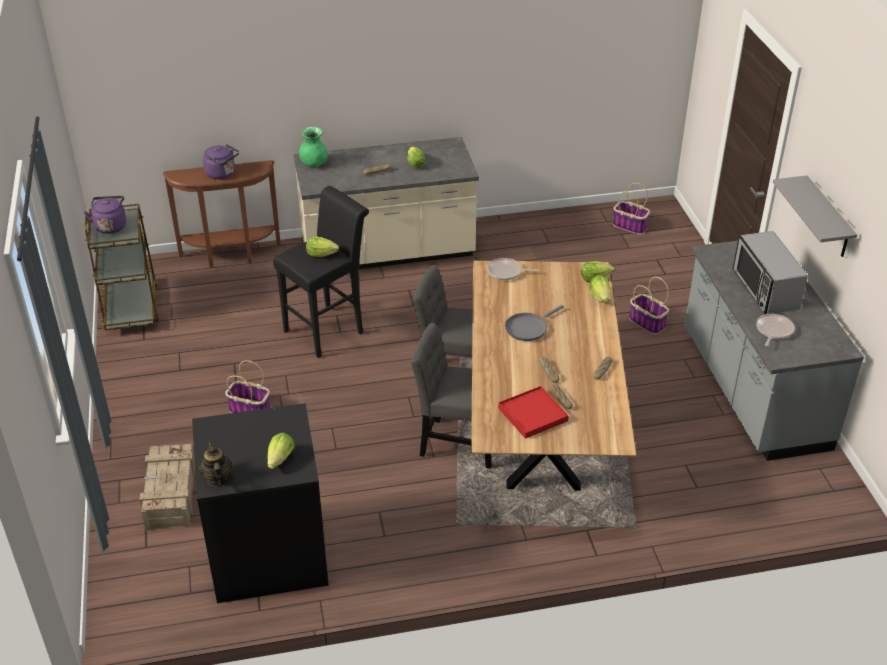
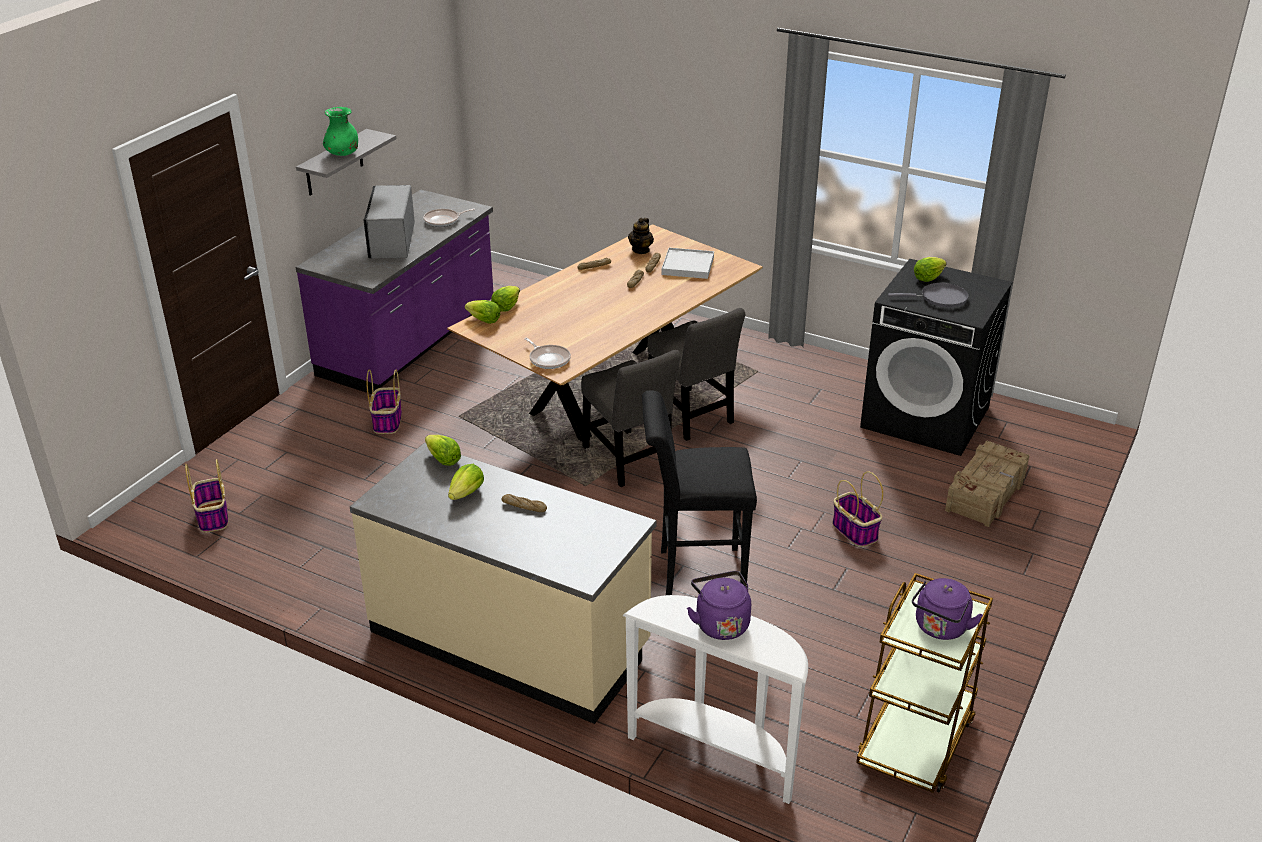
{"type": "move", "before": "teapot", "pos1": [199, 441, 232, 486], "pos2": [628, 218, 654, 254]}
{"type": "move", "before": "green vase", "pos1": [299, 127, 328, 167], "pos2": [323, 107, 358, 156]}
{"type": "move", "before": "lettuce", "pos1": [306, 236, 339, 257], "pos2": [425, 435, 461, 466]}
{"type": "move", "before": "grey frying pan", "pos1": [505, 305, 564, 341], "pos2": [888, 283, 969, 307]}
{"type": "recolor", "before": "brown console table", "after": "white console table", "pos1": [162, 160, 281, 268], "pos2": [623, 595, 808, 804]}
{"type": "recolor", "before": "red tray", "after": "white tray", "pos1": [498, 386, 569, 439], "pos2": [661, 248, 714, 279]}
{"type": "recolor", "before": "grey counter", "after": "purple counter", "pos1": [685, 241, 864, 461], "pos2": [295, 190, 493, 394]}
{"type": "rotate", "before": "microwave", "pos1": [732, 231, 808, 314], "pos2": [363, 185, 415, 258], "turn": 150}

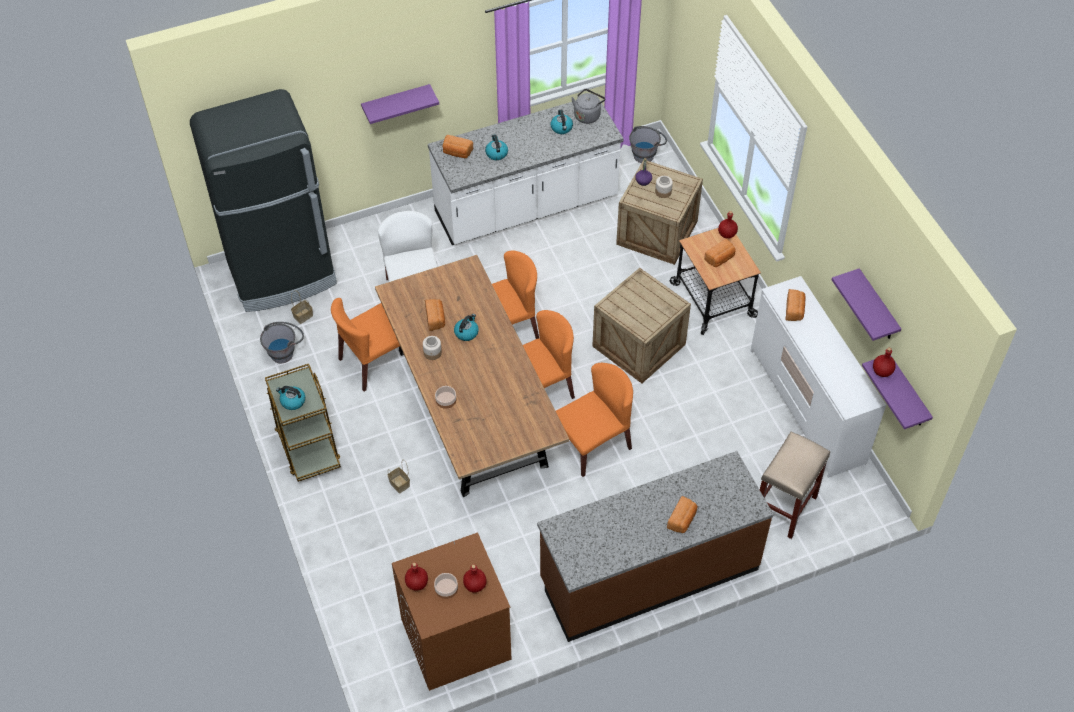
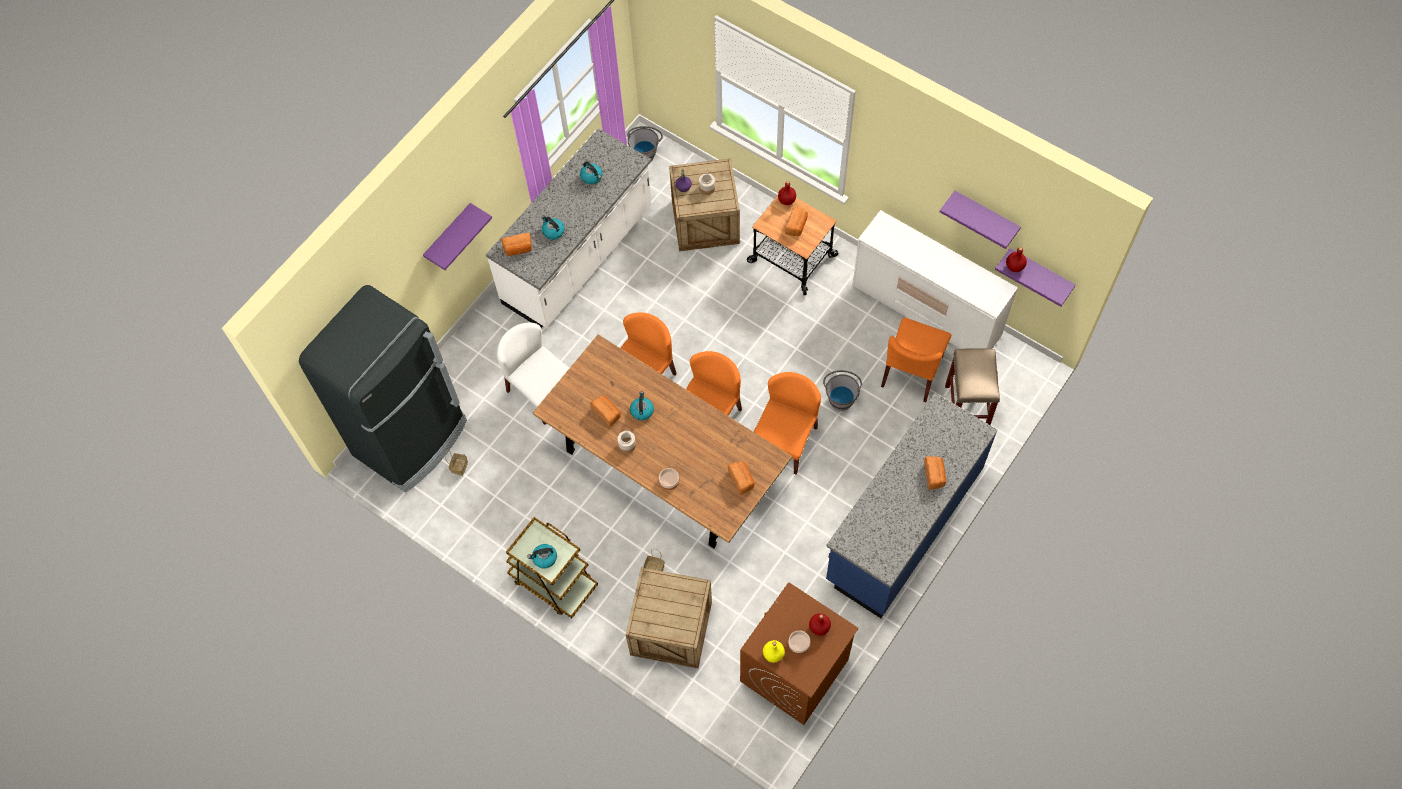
{"type": "delete", "before": "grey kettle", "pos1": [571, 89, 605, 124]}
{"type": "move", "before": "grey bucket", "pos1": [260, 322, 304, 363], "pos2": [823, 370, 862, 411]}
{"type": "move", "before": "orange chair", "pos1": [331, 298, 400, 391], "pos2": [881, 317, 951, 402]}
{"type": "move", "before": "crate", "pos1": [592, 268, 691, 383], "pos2": [626, 567, 712, 668]}
{"type": "move", "before": "bread", "pos1": [786, 289, 806, 321], "pos2": [728, 461, 754, 495]}
{"type": "recolor", "before": "red bottle", "after": "yellow bottle", "pos1": [405, 562, 428, 591], "pos2": [763, 640, 785, 663]}
{"type": "recolor", "before": "brown counter", "after": "blue counter", "pos1": [537, 451, 774, 642], "pos2": [826, 393, 997, 618]}

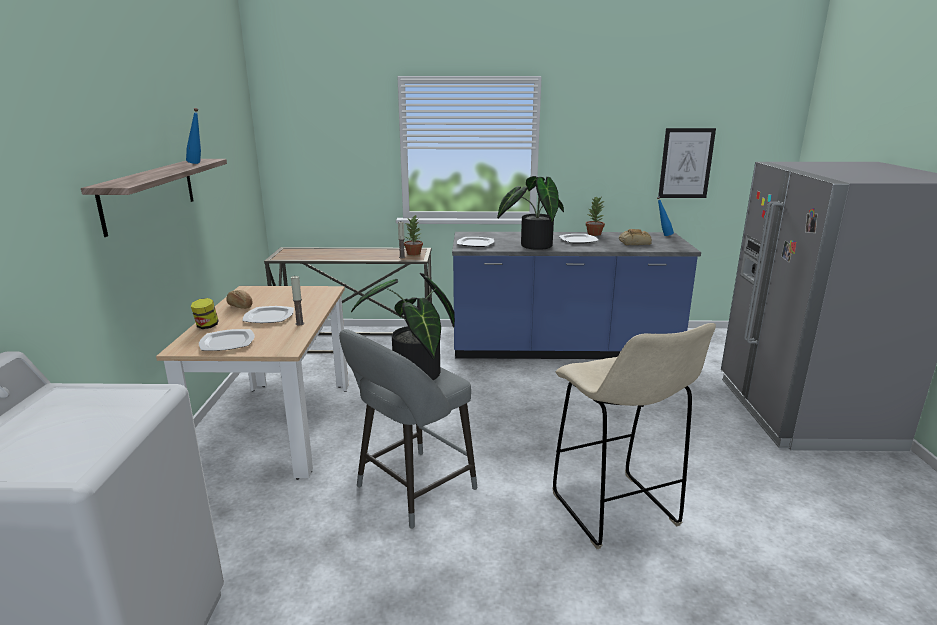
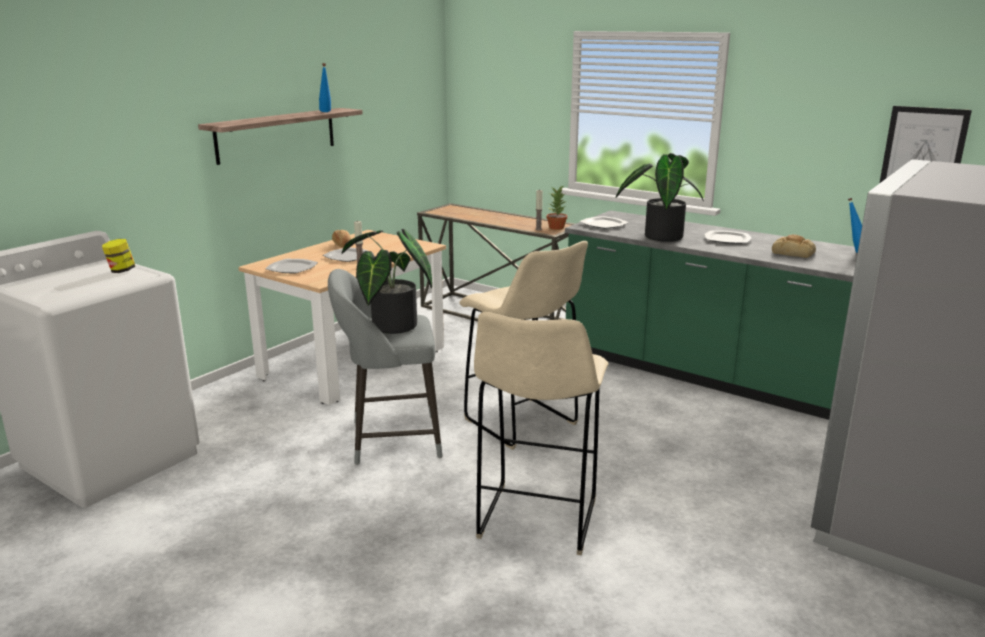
{"type": "delete", "before": "potted plant", "pos1": [586, 197, 605, 236]}
{"type": "insert", "after": "beige stool", "pos2": [459, 241, 588, 450]}
{"type": "move", "before": "jar", "pos1": [191, 298, 219, 329], "pos2": [102, 239, 135, 273]}
{"type": "recolor", "before": "blue counter", "after": "green counter", "pos1": [452, 232, 701, 359], "pos2": [565, 210, 857, 420]}

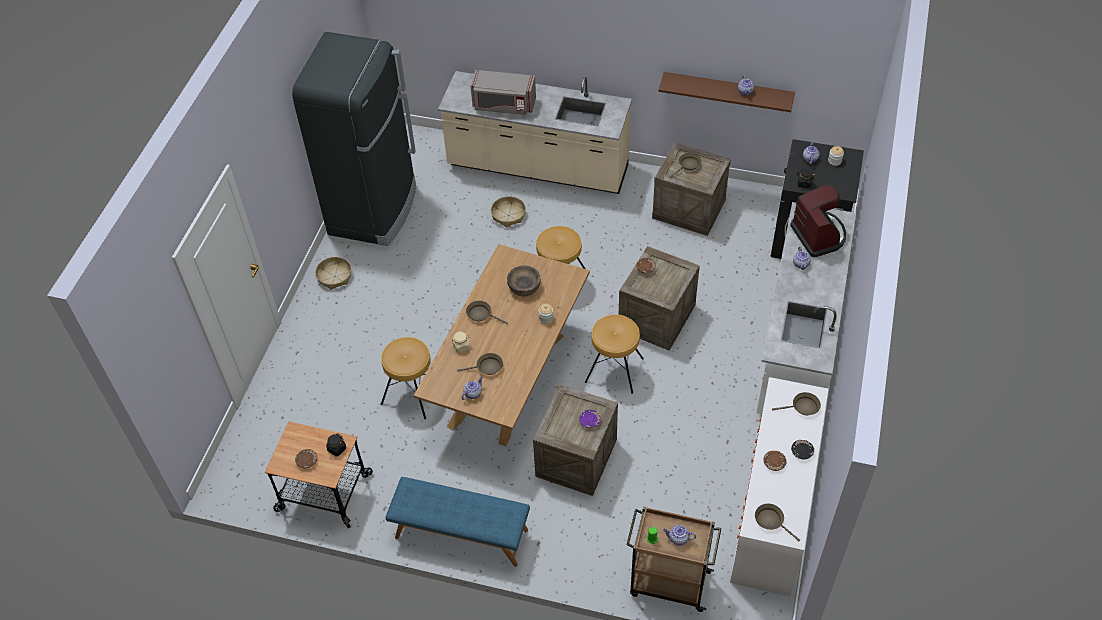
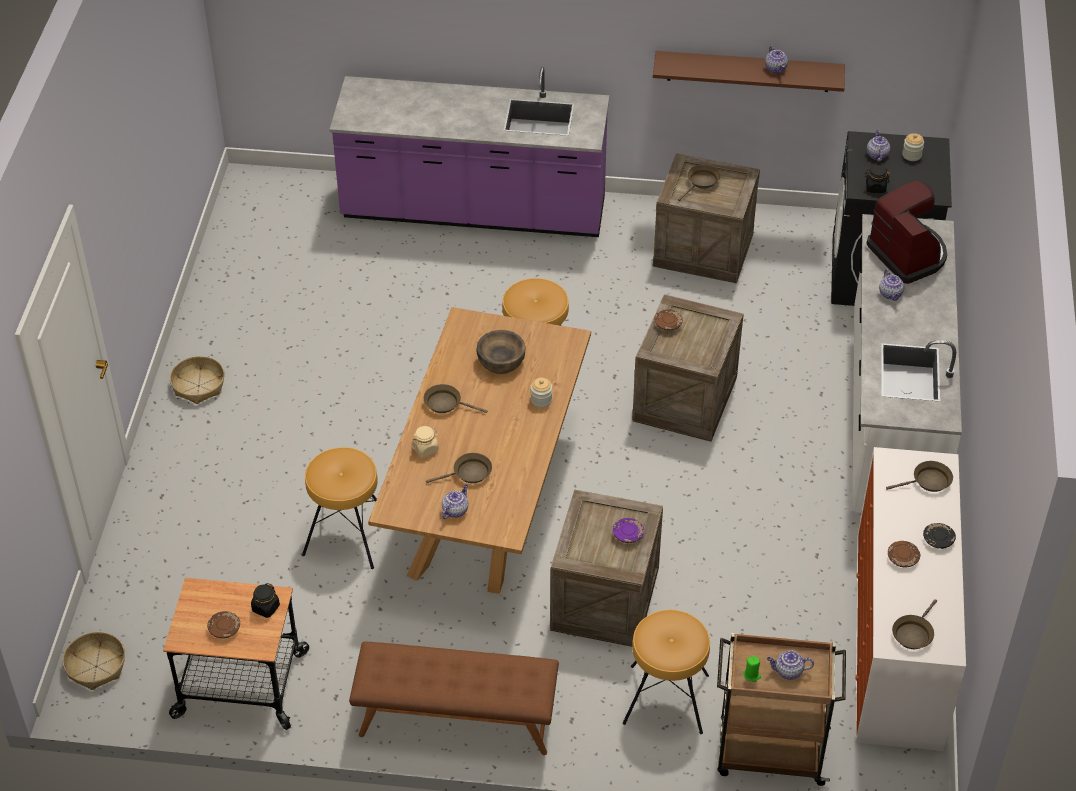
{"type": "delete", "before": "black fridge", "pos1": [292, 32, 416, 246]}
{"type": "delete", "before": "grey microwave", "pos1": [470, 70, 536, 115]}
{"type": "move", "before": "basket", "pos1": [491, 196, 526, 227], "pos2": [63, 632, 125, 690]}
{"type": "move", "before": "brown stool", "pos1": [585, 315, 644, 394], "pos2": [623, 610, 710, 734]}
{"type": "recolor", "before": "blue bench", "after": "brown bench", "pos1": [385, 477, 530, 567], "pos2": [349, 641, 559, 755]}
{"type": "recolor", "before": "beige counter", "after": "purple counter", "pos1": [438, 71, 632, 194], "pos2": [330, 67, 609, 237]}
{"type": "rotate", "before": "brown frying pan", "pos1": [755, 504, 800, 541], "pos2": [892, 599, 937, 649], "turn": -90}

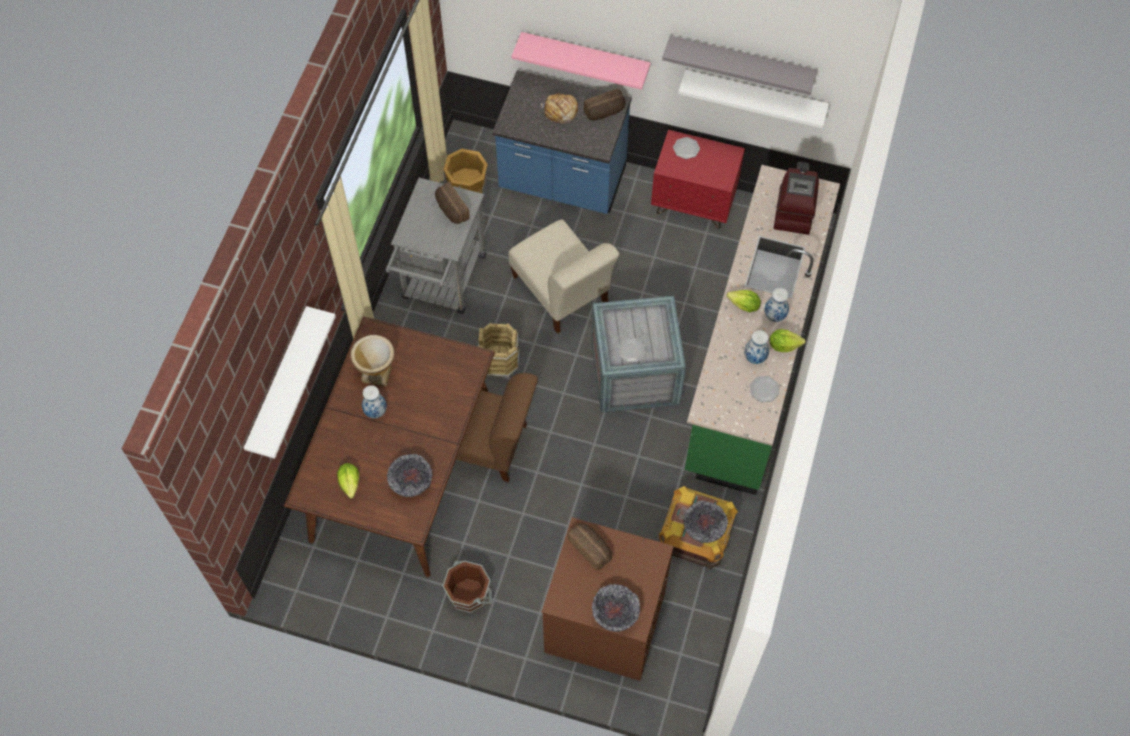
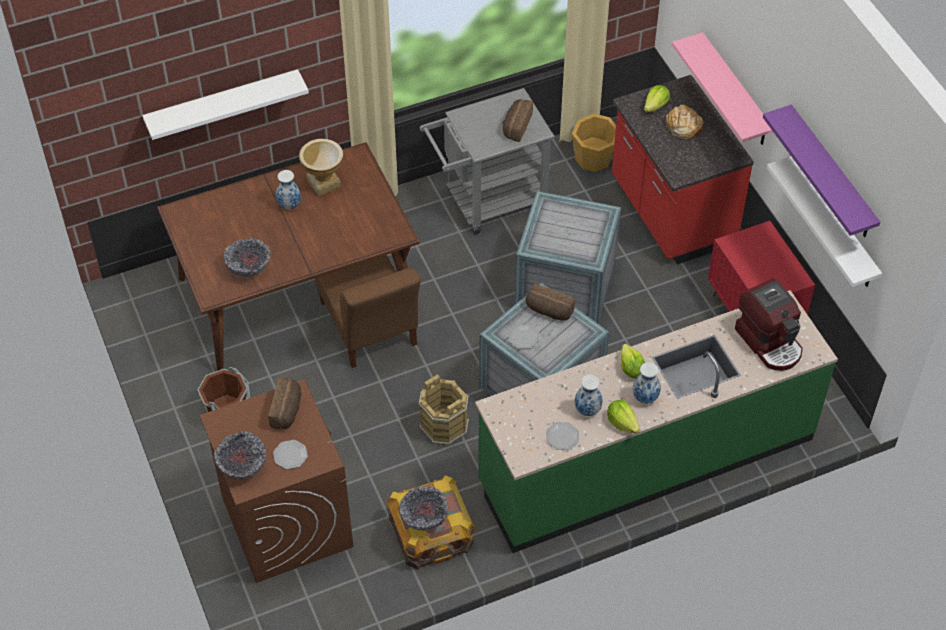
{"type": "move", "before": "lettuce", "pos1": [337, 463, 359, 499], "pos2": [644, 85, 670, 112]}
{"type": "move", "before": "brown bucket", "pos1": [478, 323, 519, 377], "pos2": [419, 374, 469, 446]}
{"type": "move", "before": "bread", "pos1": [584, 88, 626, 120], "pos2": [526, 284, 575, 321]}
{"type": "move", "before": "plate", "pos1": [673, 137, 700, 159], "pos2": [273, 440, 308, 469]}
{"type": "replace", "before": "beige chair", "after": "crate", "pos1": [508, 219, 619, 334], "pos2": [515, 191, 621, 324]}
{"type": "recolor", "before": "blue counter", "after": "red counter", "pos1": [492, 70, 632, 214], "pos2": [612, 75, 754, 264]}
{"type": "recolor", "before": "grey shelf", "after": "purple shelf", "pos1": [662, 35, 817, 95], "pos2": [763, 105, 880, 237]}
{"type": "rotate", "before": "coffee machine", "pos1": [774, 162, 819, 235], "pos2": [735, 278, 803, 371], "turn": 90}

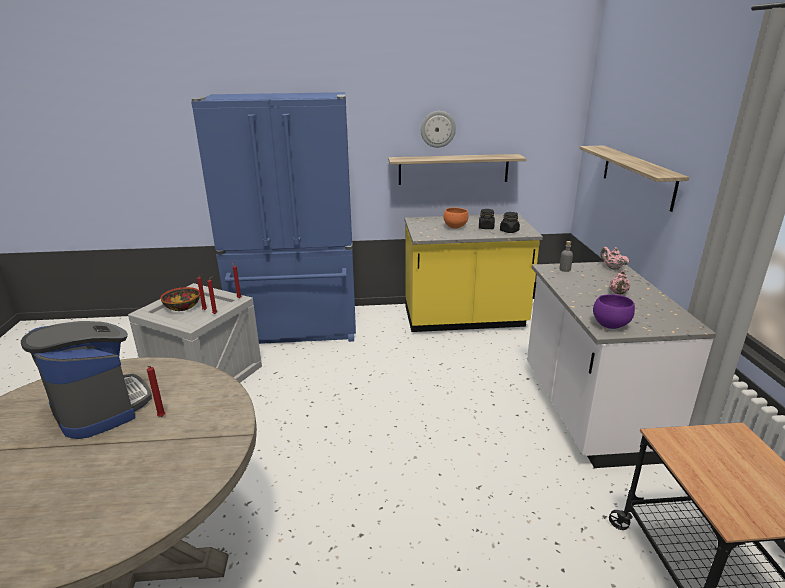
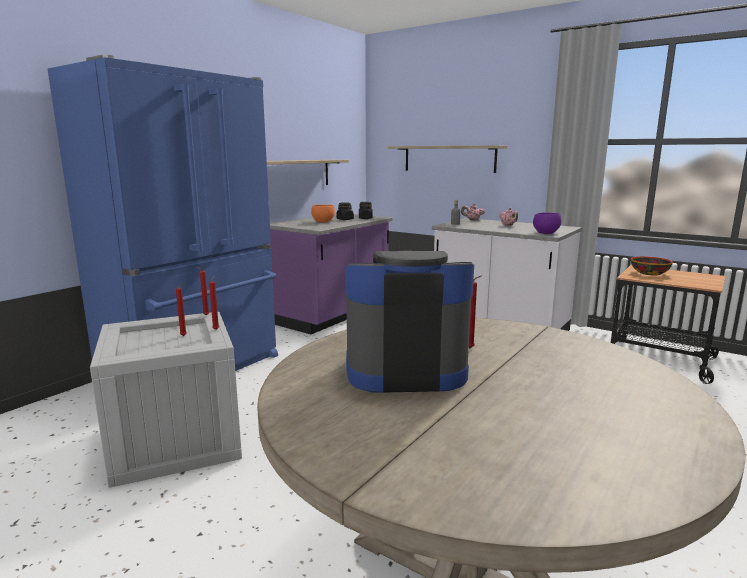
{"type": "delete", "before": "wall clock", "pos1": [421, 111, 456, 148]}
{"type": "move", "before": "bowl", "pos1": [160, 287, 200, 311], "pos2": [631, 256, 673, 275]}
{"type": "recolor", "before": "yellow counter", "after": "purple counter", "pos1": [404, 214, 543, 332], "pos2": [270, 214, 393, 334]}

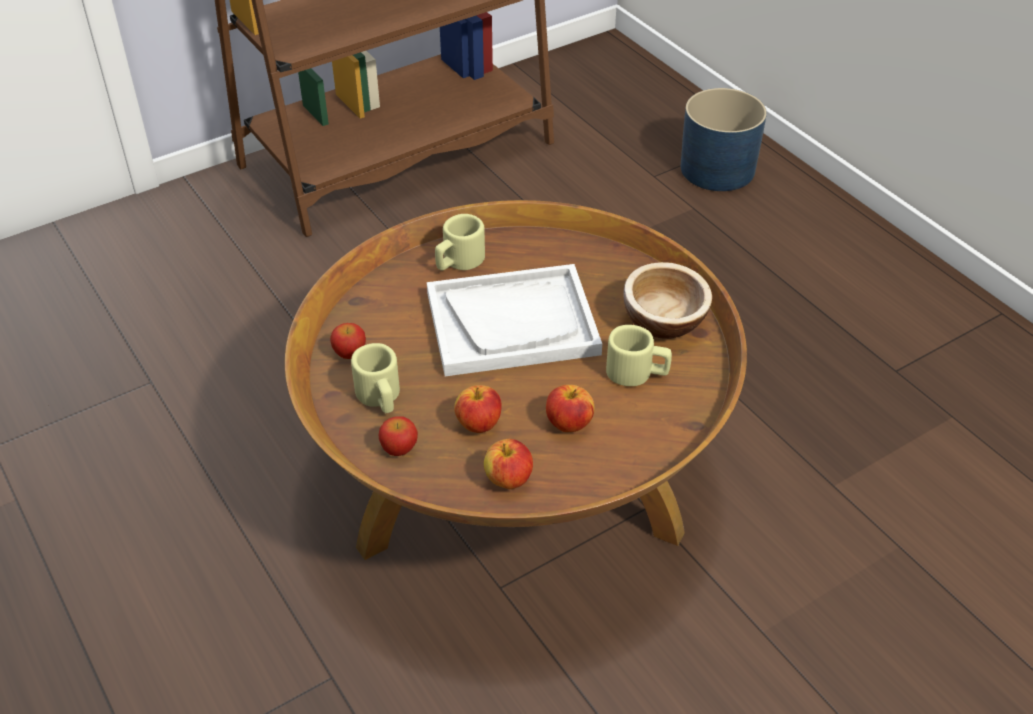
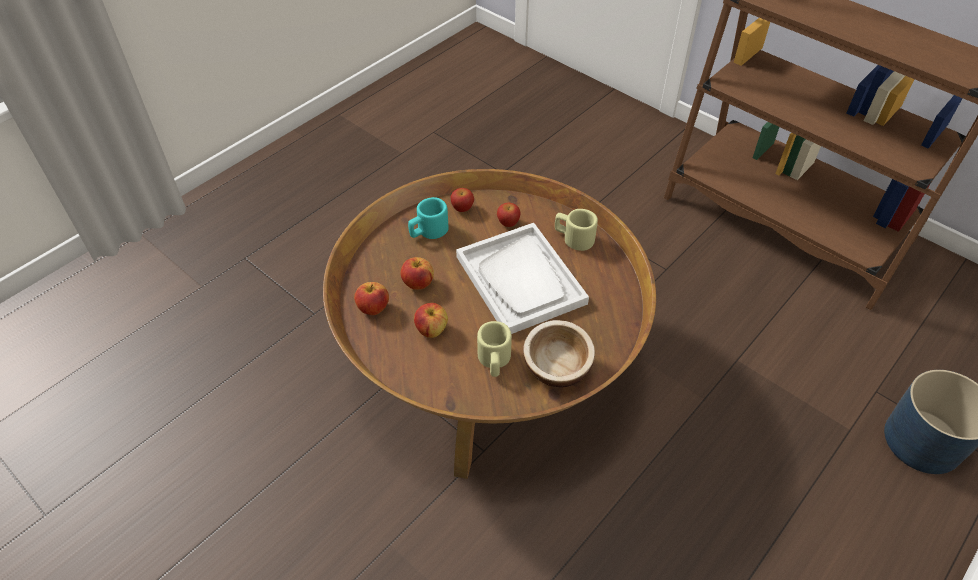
{"type": "move", "before": "apple", "pos1": [379, 416, 418, 456], "pos2": [497, 203, 521, 227]}
{"type": "recolor", "before": "beige mug", "after": "turquoise mug", "pos1": [351, 343, 400, 413], "pos2": [408, 197, 449, 239]}

